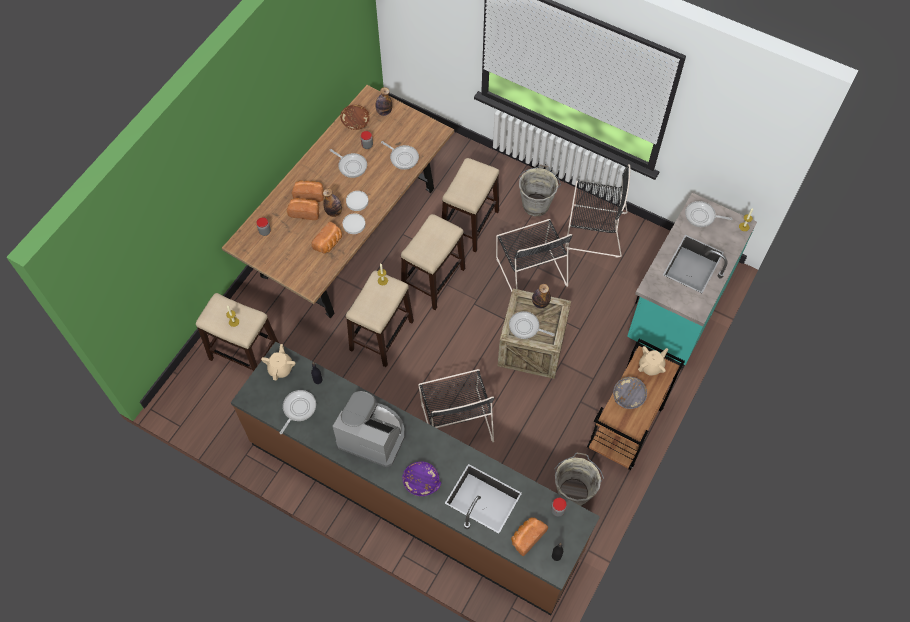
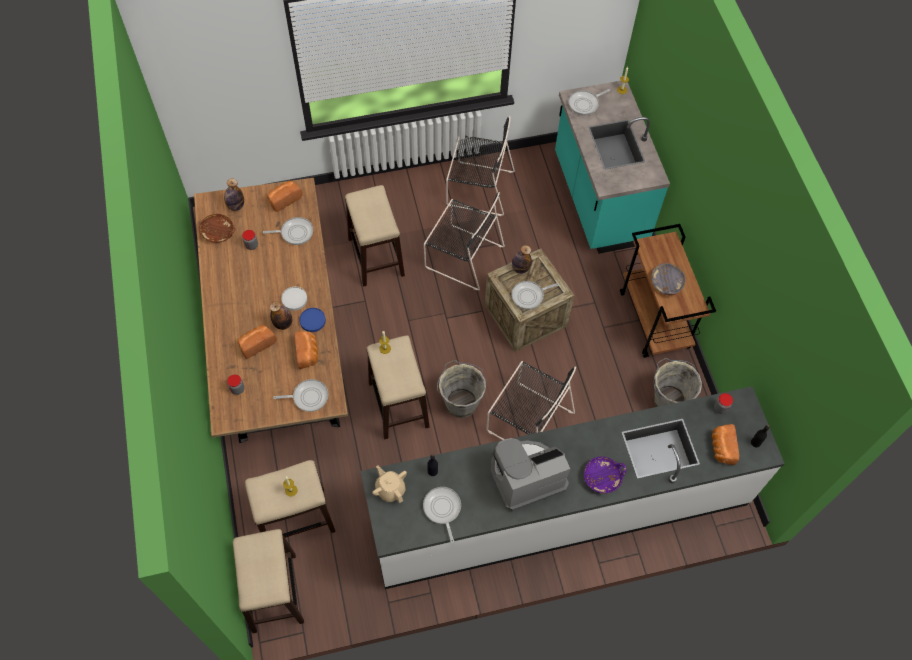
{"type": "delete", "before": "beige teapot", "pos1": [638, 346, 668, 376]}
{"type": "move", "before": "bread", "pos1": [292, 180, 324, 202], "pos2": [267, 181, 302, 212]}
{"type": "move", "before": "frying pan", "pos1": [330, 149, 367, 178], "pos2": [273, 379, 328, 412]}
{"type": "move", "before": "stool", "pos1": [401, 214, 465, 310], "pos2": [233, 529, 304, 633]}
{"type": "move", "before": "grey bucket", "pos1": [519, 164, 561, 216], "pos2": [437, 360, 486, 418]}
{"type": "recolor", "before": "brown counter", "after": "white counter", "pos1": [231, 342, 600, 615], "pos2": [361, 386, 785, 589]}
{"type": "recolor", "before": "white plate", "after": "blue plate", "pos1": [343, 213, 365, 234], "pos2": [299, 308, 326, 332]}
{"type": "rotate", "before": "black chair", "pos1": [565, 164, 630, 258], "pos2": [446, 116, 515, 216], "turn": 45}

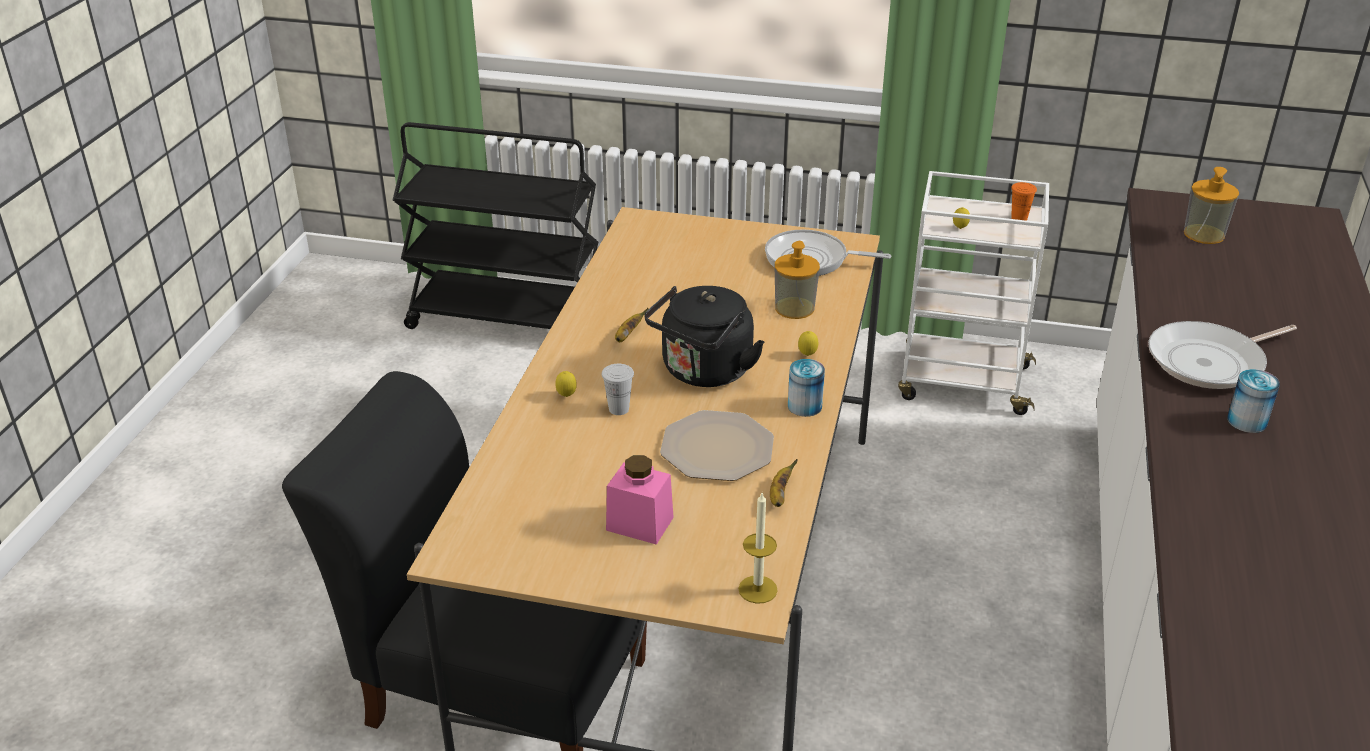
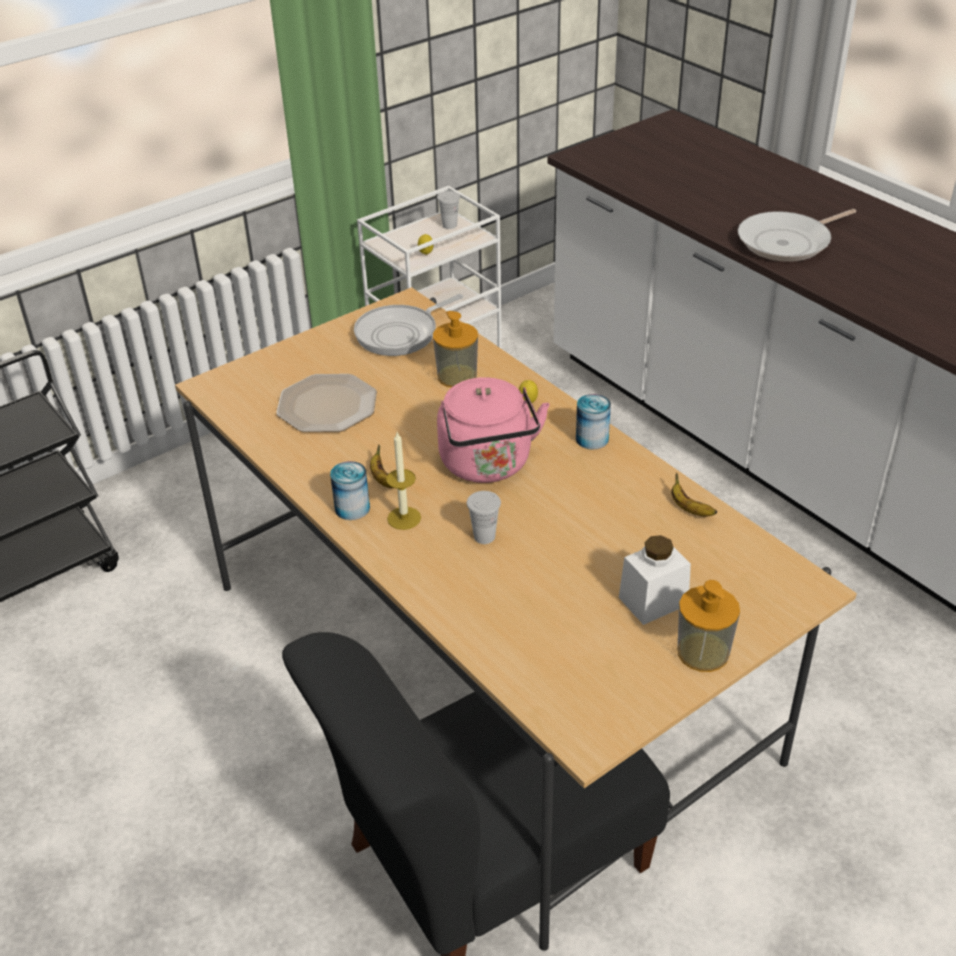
{"type": "delete", "before": "lemon", "pos1": [555, 371, 577, 397]}
{"type": "move", "before": "plate", "pos1": [660, 410, 774, 481], "pos2": [276, 374, 377, 432]}
{"type": "move", "before": "candle", "pos1": [738, 493, 778, 604], "pos2": [386, 432, 421, 530]}
{"type": "move", "before": "soap dispenser", "pos1": [1184, 167, 1239, 244], "pos2": [677, 580, 740, 672]}
{"type": "move", "before": "can", "pos1": [1227, 369, 1280, 433], "pos2": [330, 461, 370, 520]}
{"type": "recolor", "before": "pink jar", "after": "white jar", "pos1": [606, 455, 674, 545], "pos2": [619, 535, 691, 625]}
{"type": "recolor", "before": "black kettle", "after": "pink kettle", "pos1": [645, 286, 764, 387], "pos2": [437, 377, 550, 483]}
{"type": "recolor", "before": "orange cup", "after": "white cup", "pos1": [1011, 182, 1037, 221], "pos2": [437, 191, 460, 229]}
{"type": "rotate", "before": "frying pan", "pos1": [1148, 321, 1297, 389], "pos2": [738, 209, 856, 262], "turn": 45}

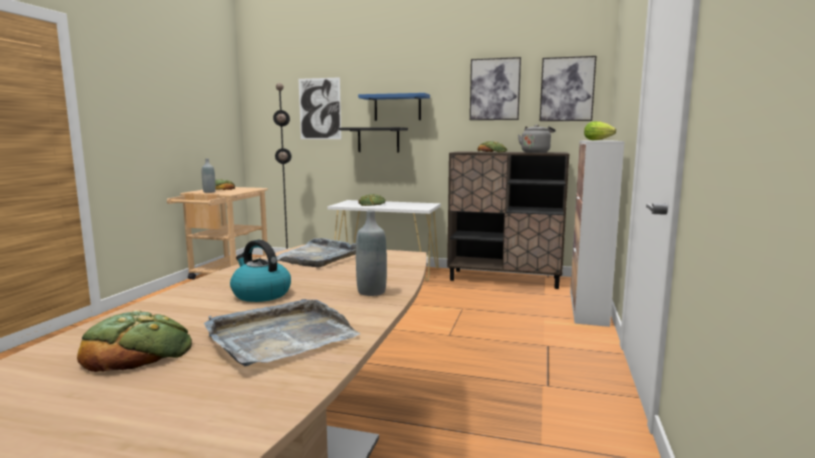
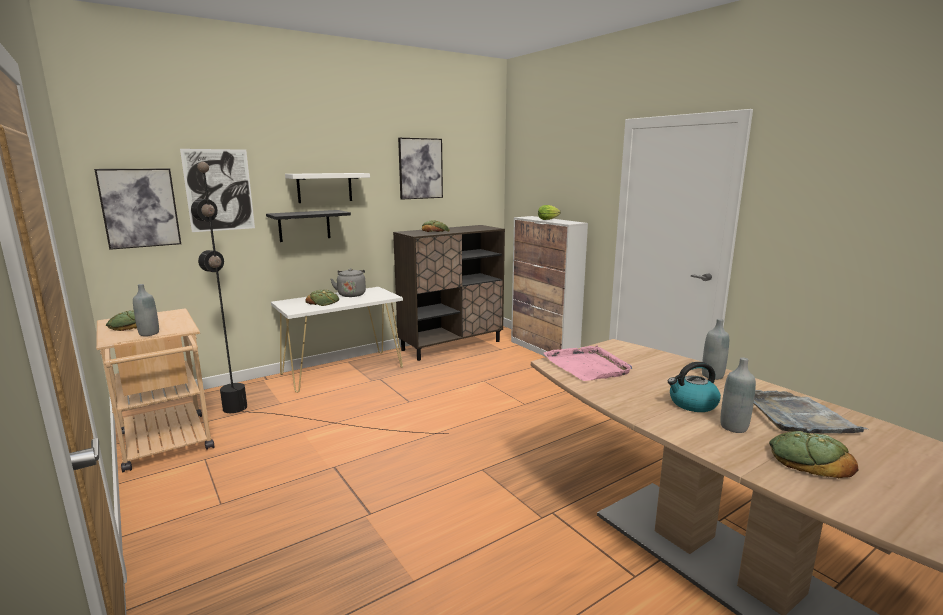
{"type": "insert", "after": "grey bottle", "pos2": [720, 357, 756, 433]}
{"type": "move", "before": "grey kettle", "pos1": [518, 124, 555, 153], "pos2": [331, 268, 366, 297]}
{"type": "move", "before": "picture", "pos1": [540, 56, 596, 121], "pos2": [94, 168, 181, 250]}
{"type": "recolor", "before": "grey tray", "after": "pink tray", "pos1": [276, 238, 356, 267], "pos2": [544, 345, 632, 381]}
{"type": "recolor", "before": "blue shelf", "after": "white shelf", "pos1": [358, 93, 430, 121], "pos2": [285, 173, 370, 203]}

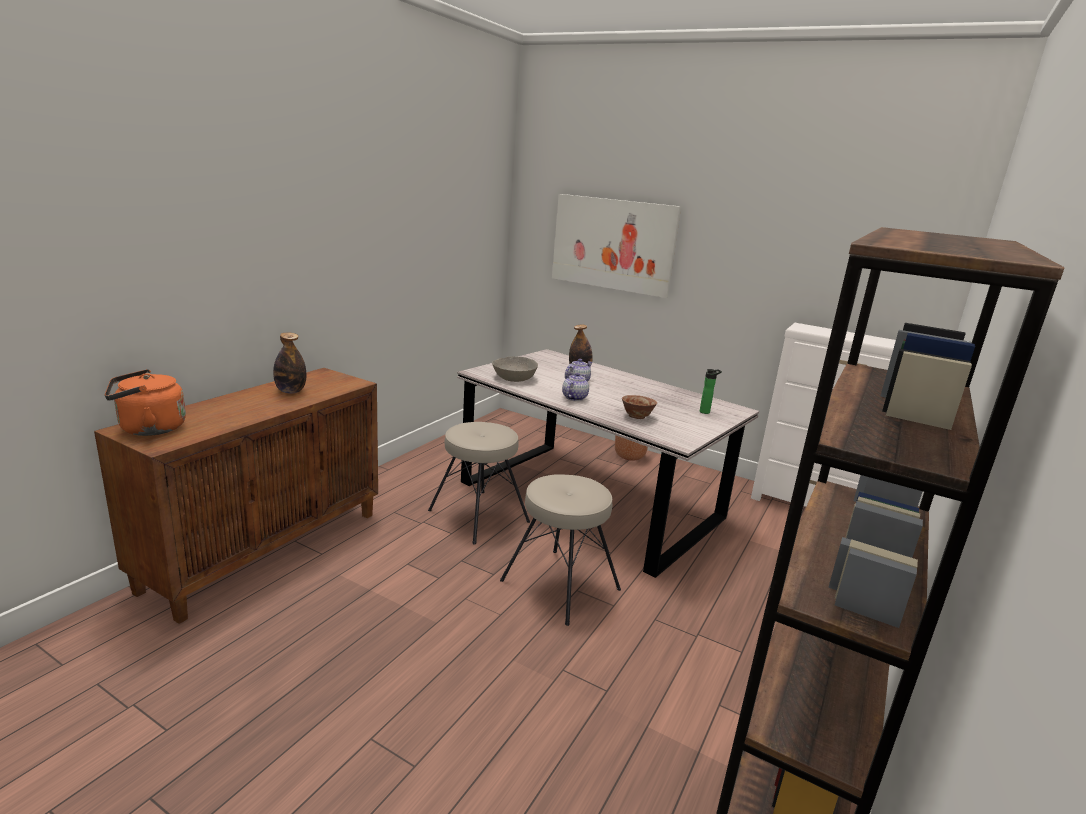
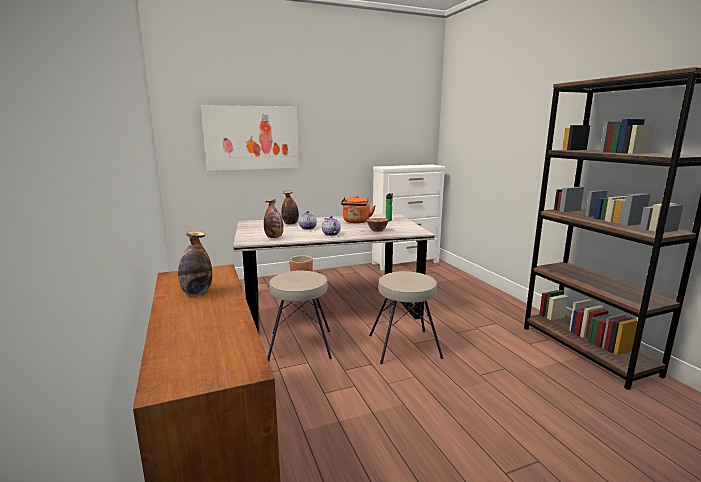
{"type": "move", "before": "orange kettle", "pos1": [105, 369, 186, 436], "pos2": [341, 196, 375, 223]}
{"type": "replace", "before": "grey bowl", "after": "bottle", "pos1": [492, 356, 538, 382], "pos2": [264, 199, 284, 238]}

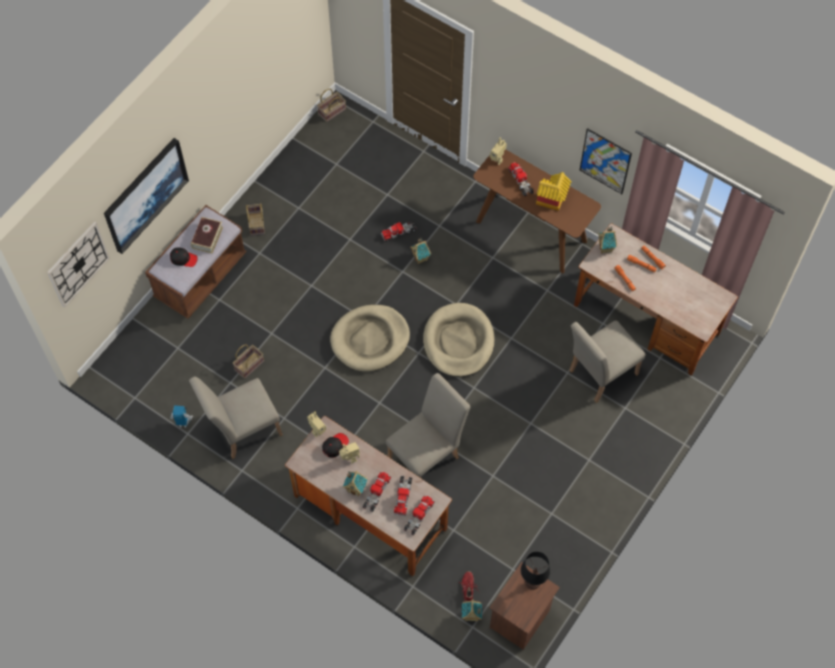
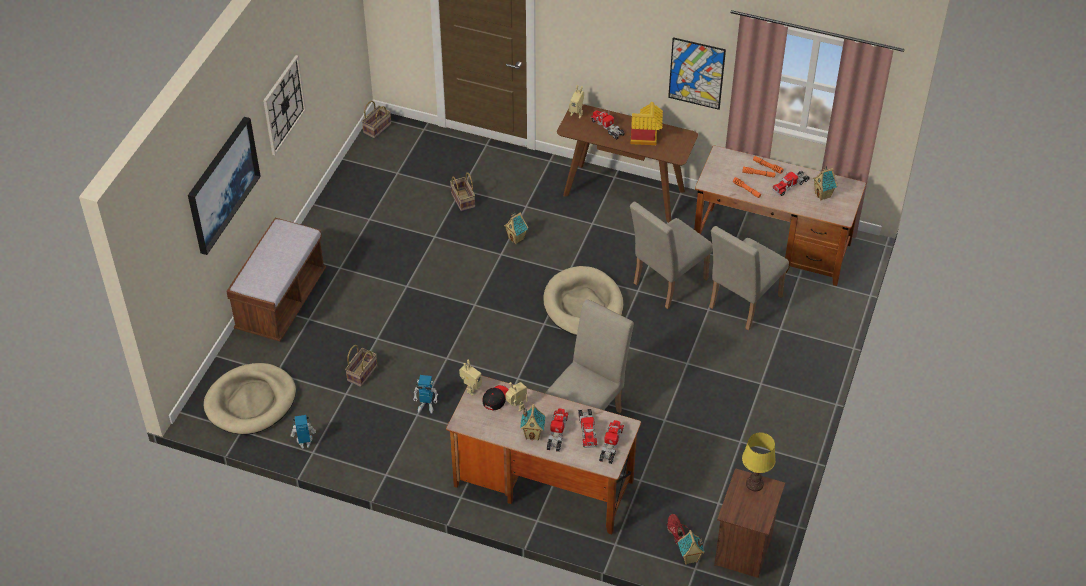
{"type": "delete", "before": "black cap", "pos1": [170, 247, 198, 267]}
{"type": "delete", "before": "book", "pos1": [191, 217, 223, 254]}
{"type": "insert", "after": "toy robot", "pos2": [413, 375, 438, 414]}
{"type": "move", "before": "wall clock", "pos1": [47, 221, 110, 308], "pos2": [263, 55, 306, 155]}
{"type": "move", "before": "beige chair", "pos1": [189, 376, 283, 459], "pos2": [630, 202, 713, 309]}
{"type": "move", "before": "basket", "pos1": [246, 203, 265, 236], "pos2": [450, 172, 475, 211]}
{"type": "move", "before": "beige dog bed", "pos1": [330, 305, 410, 372], "pos2": [203, 363, 296, 435]}
{"type": "move", "before": "toy truck", "pos1": [381, 221, 417, 241], "pos2": [772, 171, 810, 196]}
{"type": "move", "before": "toy house", "pos1": [598, 226, 617, 253], "pos2": [813, 166, 838, 201]}
{"type": "recolor", "before": "black table lamp", "after": "yellow table lamp", "pos1": [521, 552, 550, 590], "pos2": [742, 432, 776, 491]}

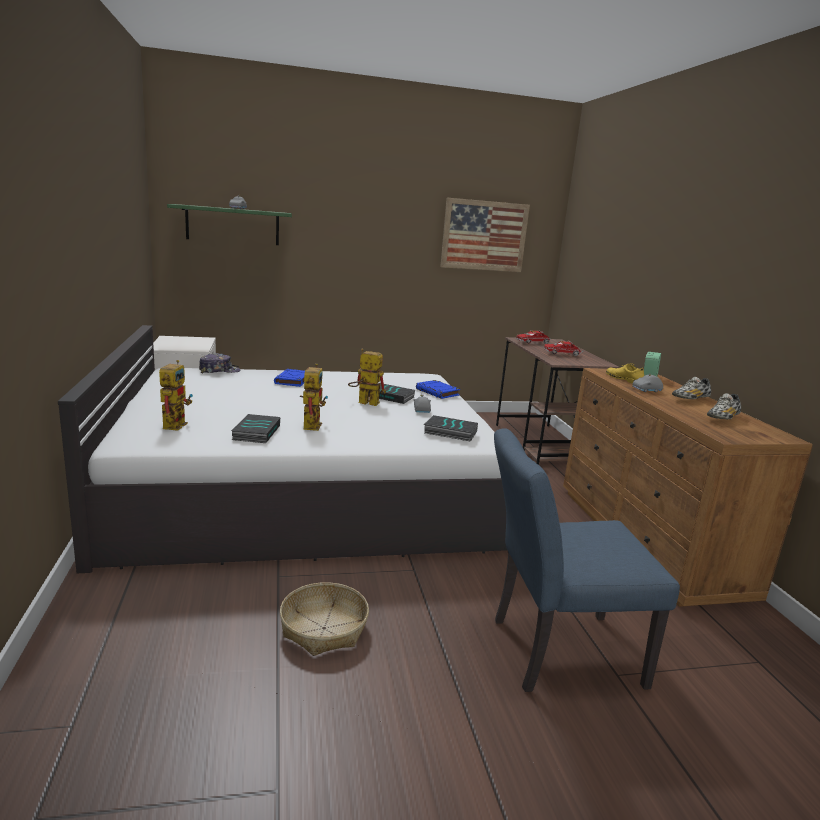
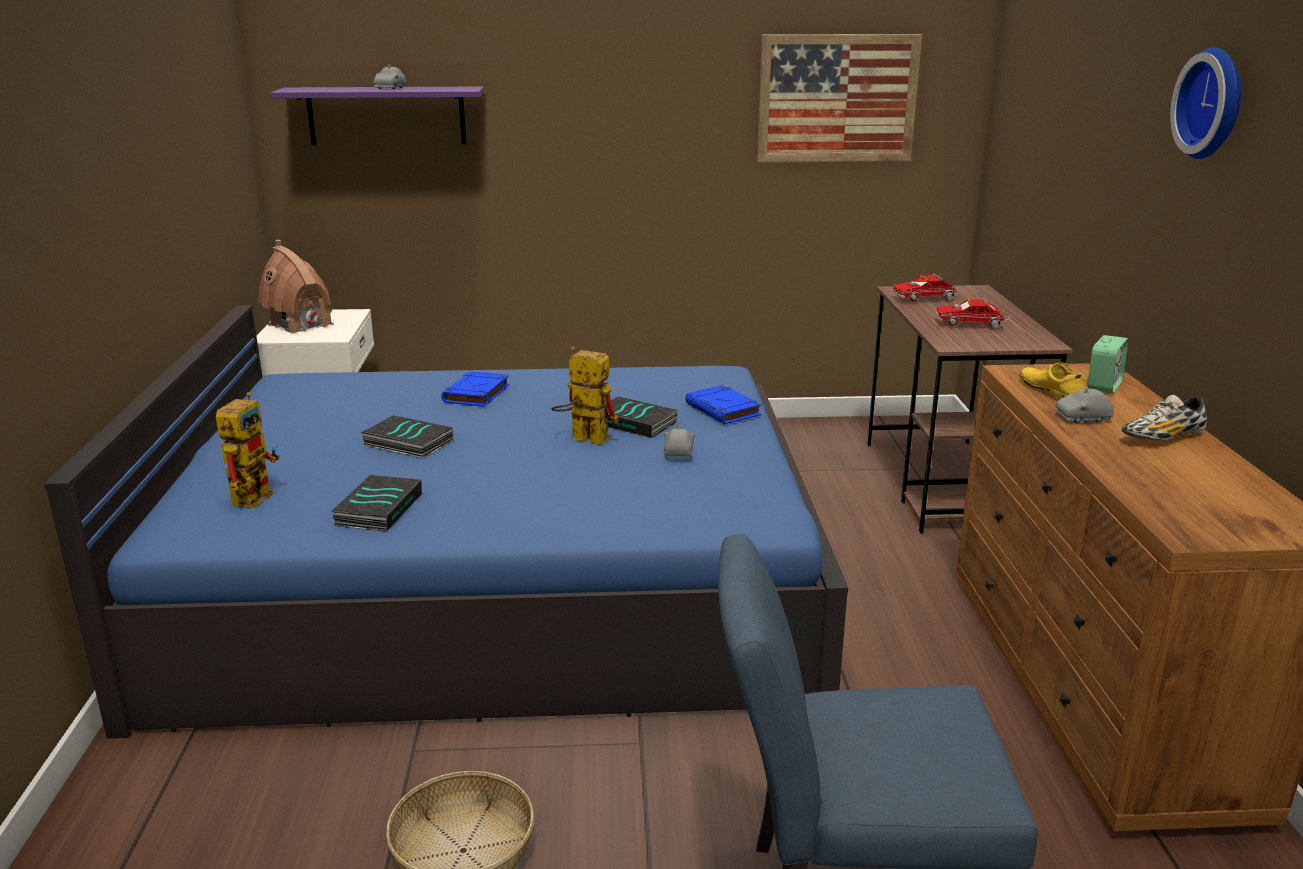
{"type": "delete", "before": "cap", "pos1": [199, 353, 240, 373]}
{"type": "delete", "before": "toy robot", "pos1": [300, 363, 328, 431]}
{"type": "delete", "before": "shoe", "pos1": [707, 393, 741, 419]}
{"type": "insert", "after": "toy house", "pos2": [259, 240, 334, 333]}
{"type": "insert", "after": "wall clock", "pos2": [1170, 47, 1241, 159]}
{"type": "move", "before": "book", "pos1": [424, 415, 478, 441], "pos2": [361, 415, 453, 458]}
{"type": "recolor", "before": "white bed", "after": "blue bed", "pos1": [58, 325, 507, 573], "pos2": [44, 305, 848, 739]}
{"type": "recolor", "before": "green shelf", "after": "purple shelf", "pos1": [167, 204, 292, 245], "pos2": [271, 86, 484, 145]}

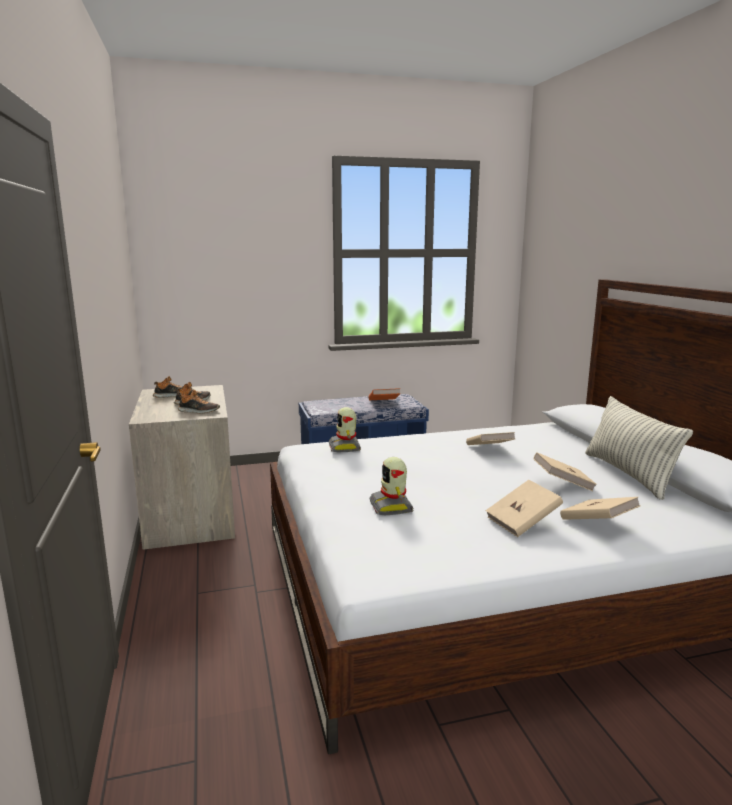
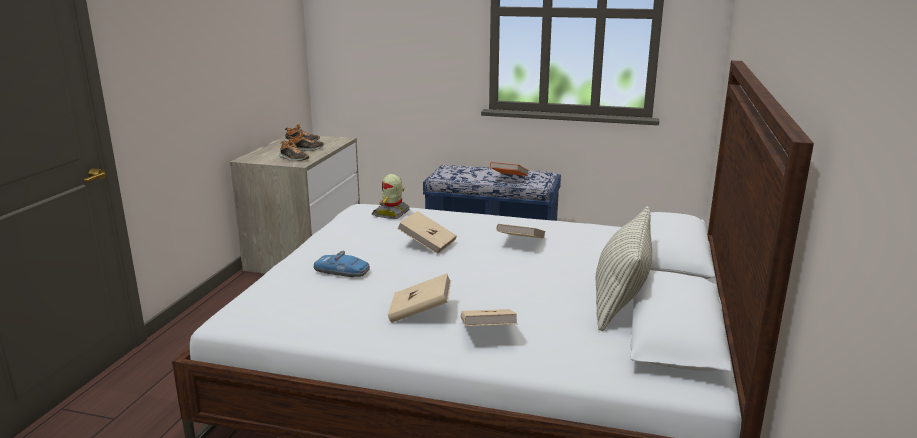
{"type": "move", "before": "beige book", "pos1": [534, 452, 597, 491], "pos2": [397, 211, 457, 254]}
{"type": "replace", "before": "toy robot", "after": "toy car", "pos1": [369, 457, 413, 515], "pos2": [313, 251, 370, 277]}

